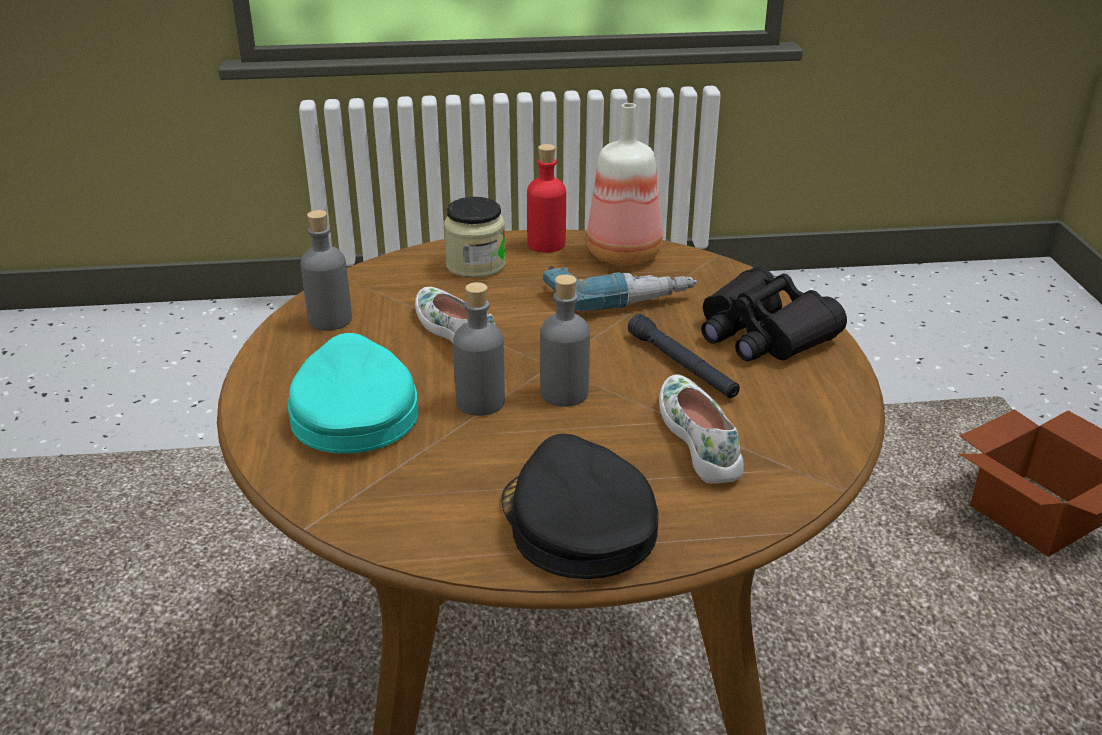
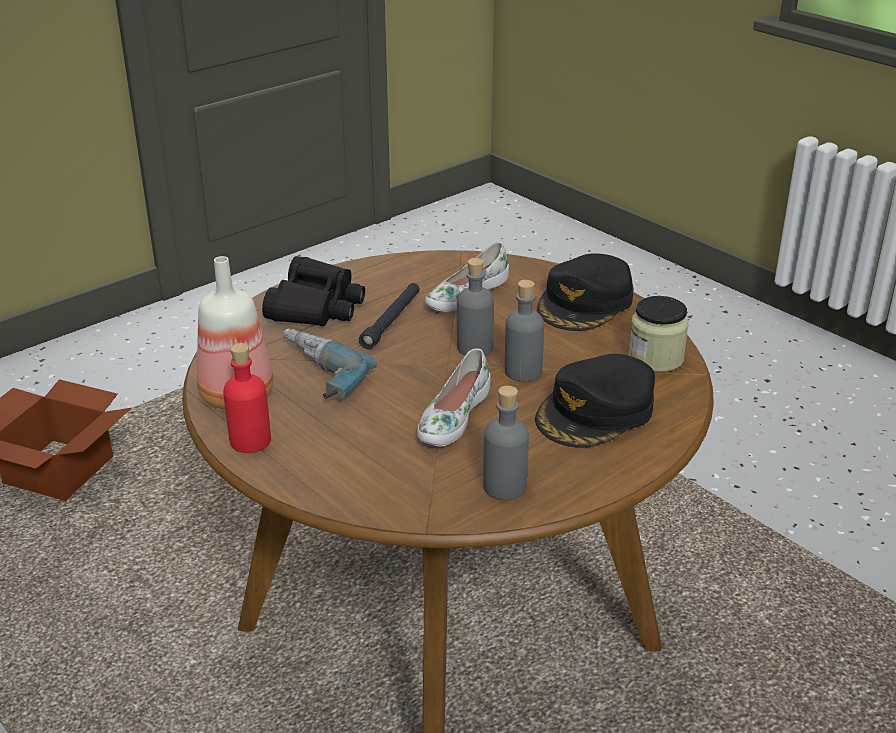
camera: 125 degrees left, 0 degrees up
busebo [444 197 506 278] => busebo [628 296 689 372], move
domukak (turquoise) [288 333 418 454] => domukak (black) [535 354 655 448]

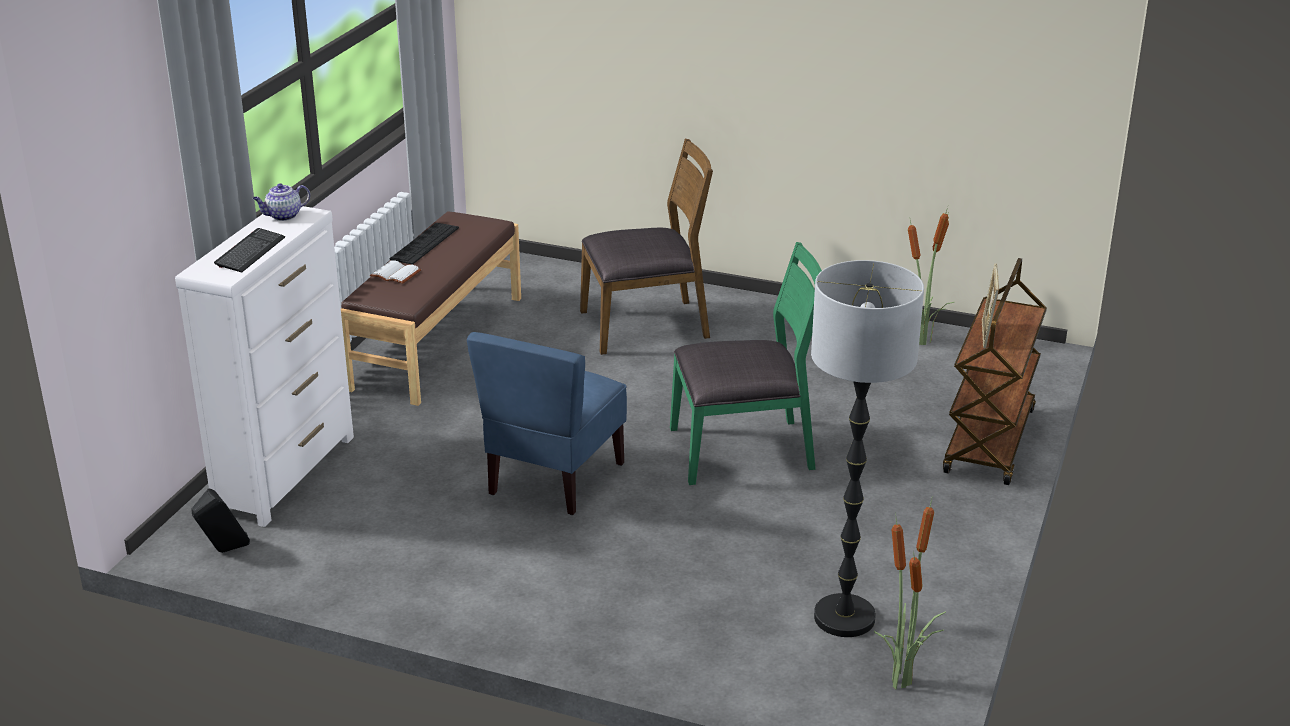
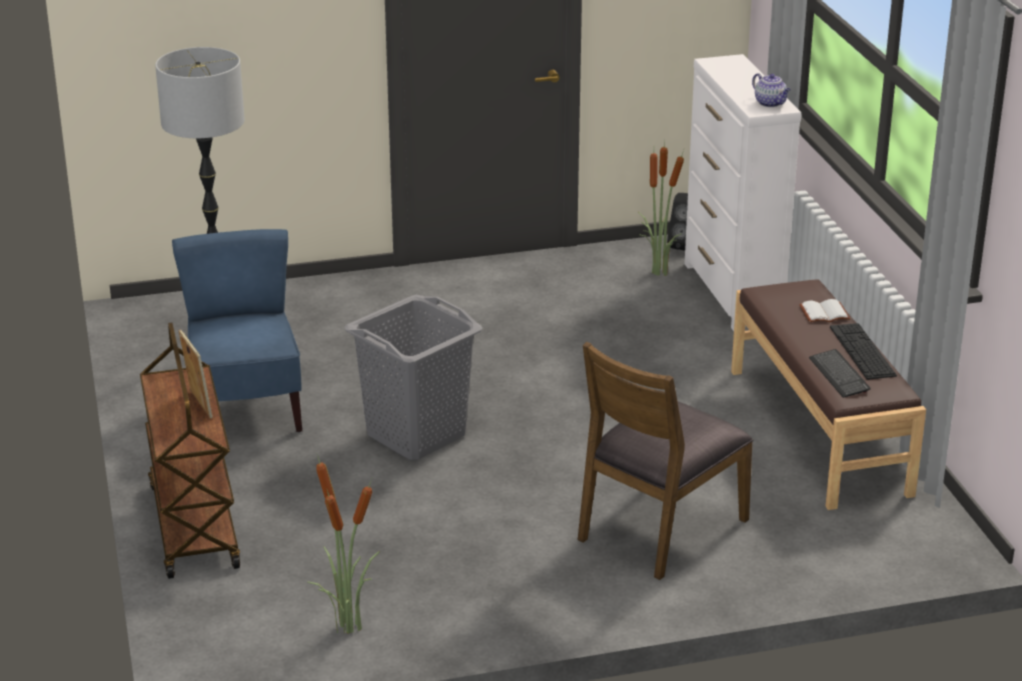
camera: 145 degrees right, 0 degrees up
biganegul [253 183 310 221] => biganegul [752 73 791 107], 120 degrees clockwise
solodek [214 228 285 272] => solodek [809 349 871 398], move
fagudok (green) [670 242 822 485] => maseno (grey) [344 295 483 461]
fagudok (blue) [467 332 627 515] => fagudok (blue) [172 229 302 432], move
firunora [874 495 946 689] => firunora [638 140 684 276], move

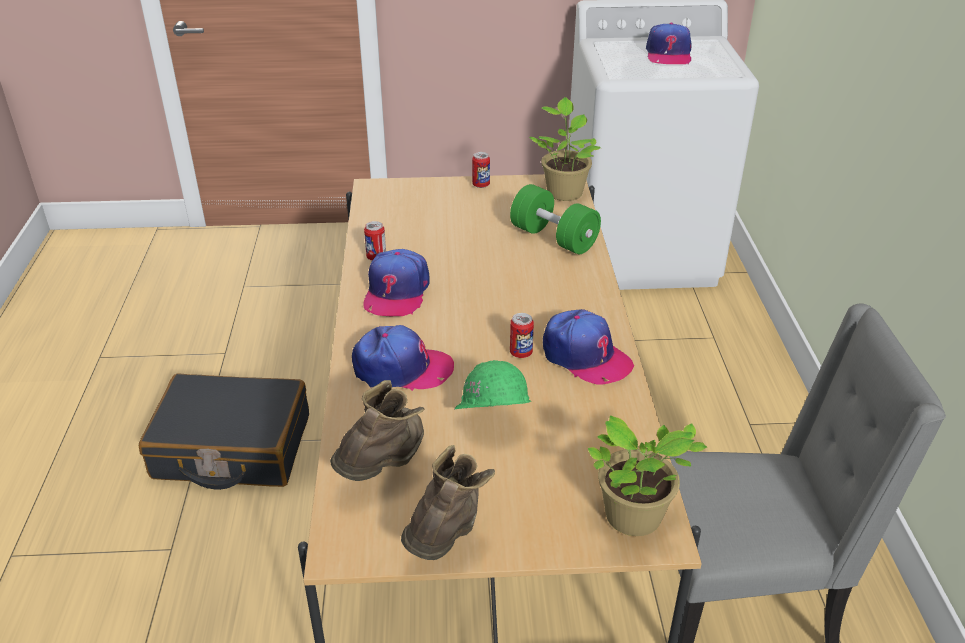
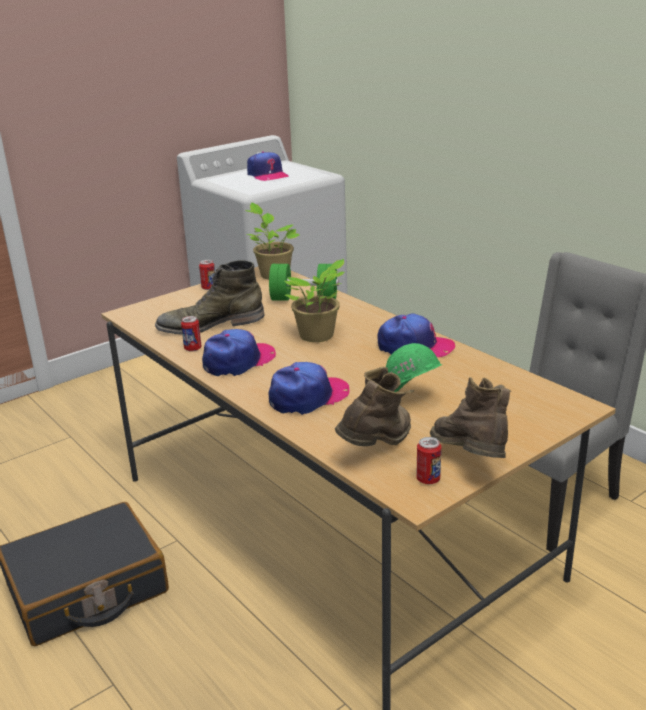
camera: 35 degrees left, 10 degrees down
domukak [363 249 429 317] => domukak [202 329 276 376], 105 degrees counterclockwise
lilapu [510 313 534 358] => lilapu [416 437 441 484], move
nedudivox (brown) [330 380 424 481] => nedudivox (brown) [335 367 414 446], 45 degrees clockwise
firunora [588 415 707 536] => firunora [285 259 344 342], move
nothing => nedudivox (green) [155 260 265 335]

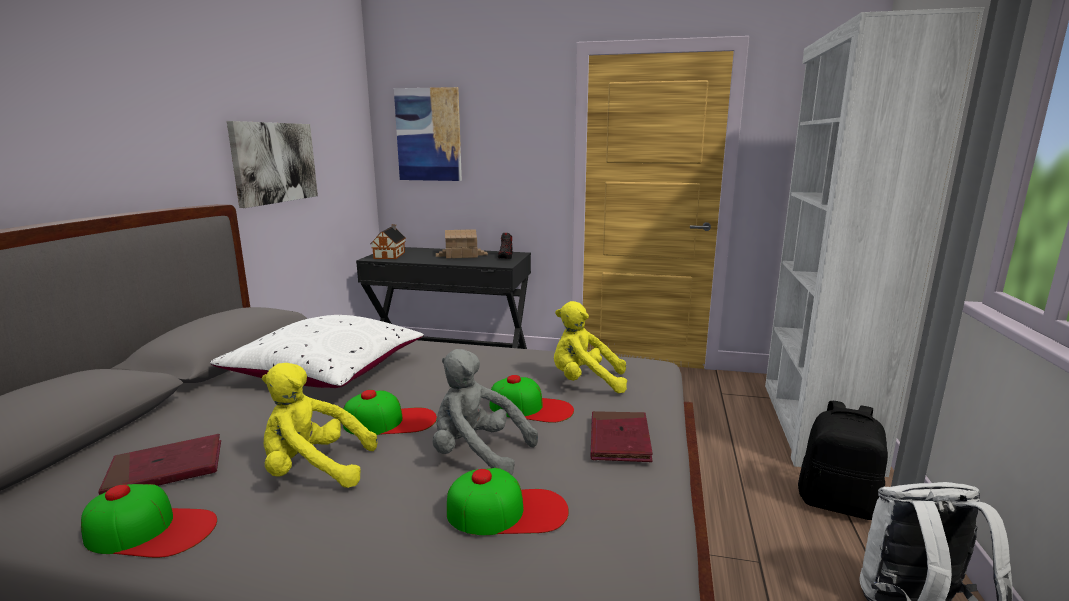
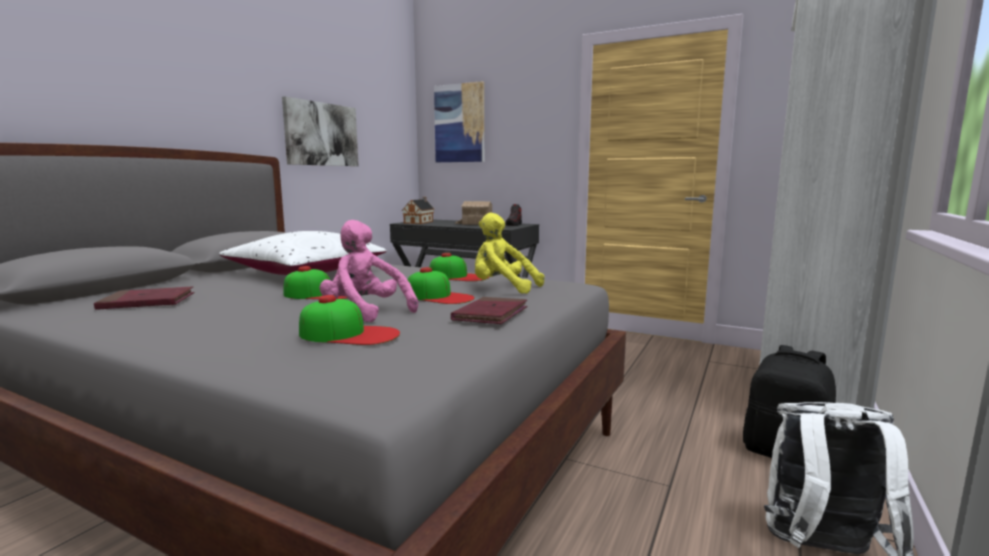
camera: 15 degrees right, 5 degrees down
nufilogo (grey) [433 349 538 475] => nufilogo (pink) [320 220 418 322]
nufilogo (yellow) [262 363 377 488] => nothing
domukak [81 484 217 558] => domukak [430 253 489 281], move

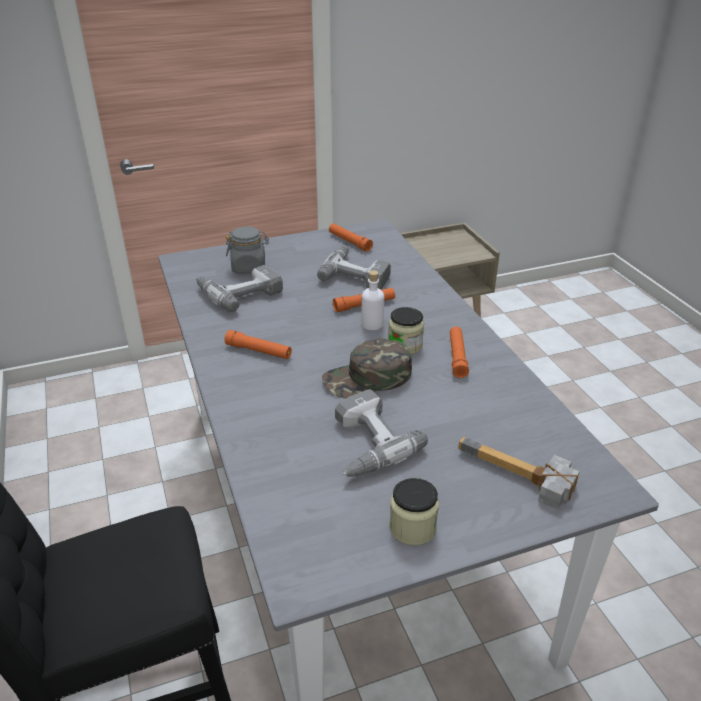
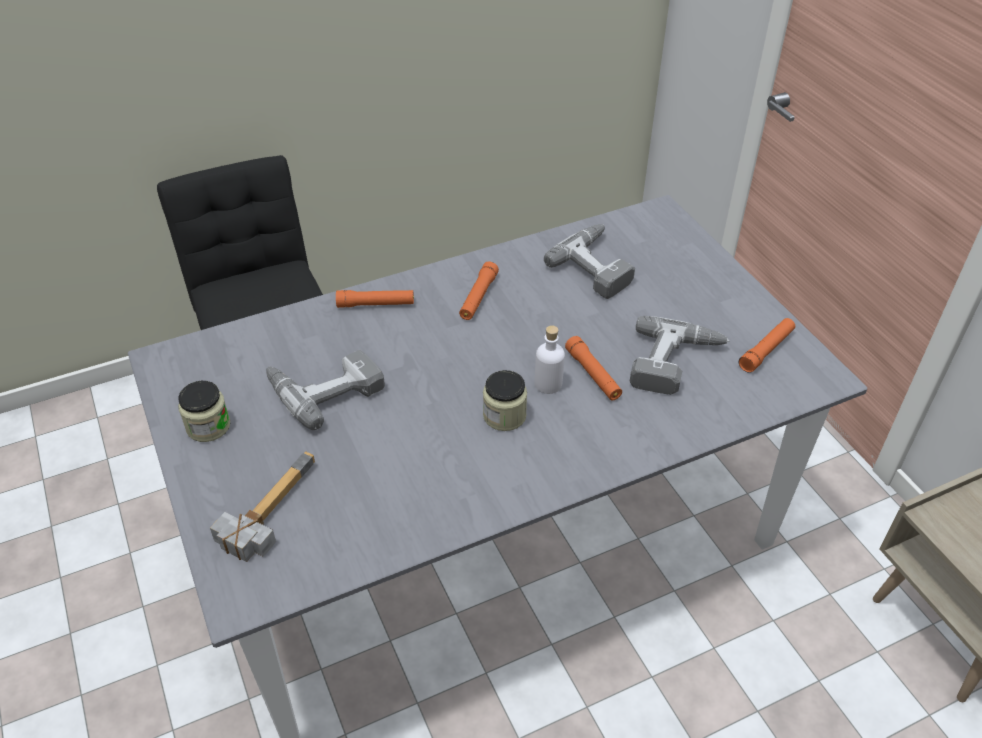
camera: 85 degrees right, 10 degrees up
busebo (grey) [226 226 269 273] => nothing
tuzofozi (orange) [450 327 469 378] => tuzofozi (orange) [336 290 414 308], move
domukak (green) [322 338 412 398] => nothing

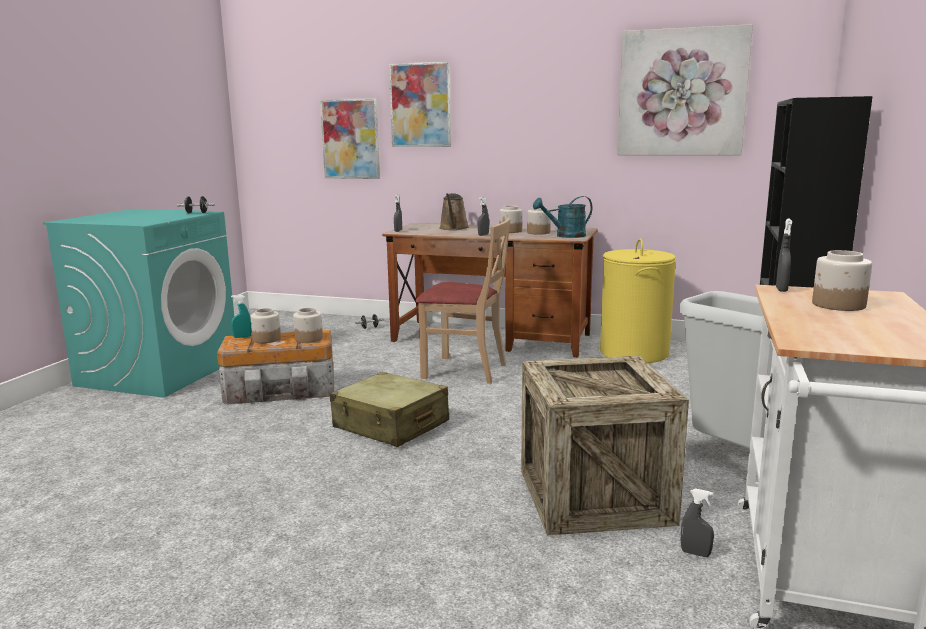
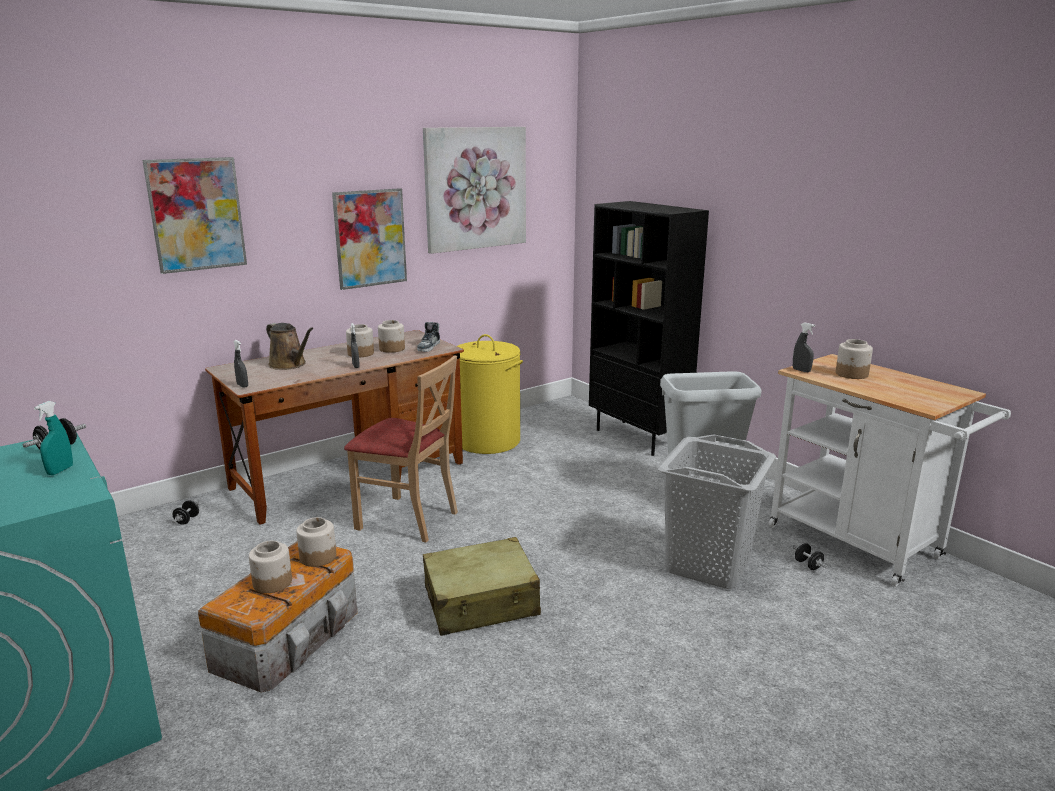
camera: 55 degrees left, 5 degrees up
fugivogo [320 98 380 179] => fugivogo [332 188 407 290], move
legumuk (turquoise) [533 196 593 238] => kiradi [417 322 440 352]
fagudok (beige) [416 218 511 384] => fagudok (beige) [344 355 458 542], 60 degrees clockwise
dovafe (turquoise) [231 295 252 338] => dovafe (turquoise) [34 401 73 475], move
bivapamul [521 356 689 536] => maseno (grey) [657 434 776 589]
dovafe (grey) [681 488 714 557] => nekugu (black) [792 543 828 570]

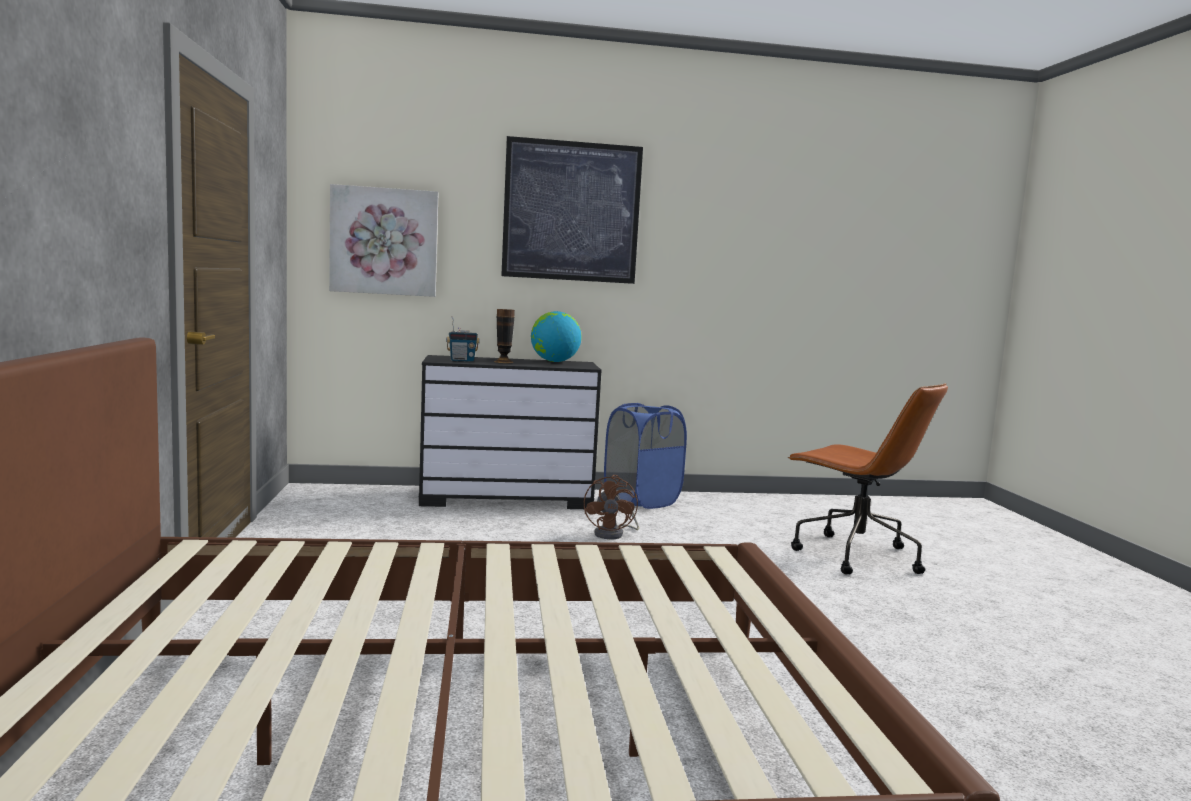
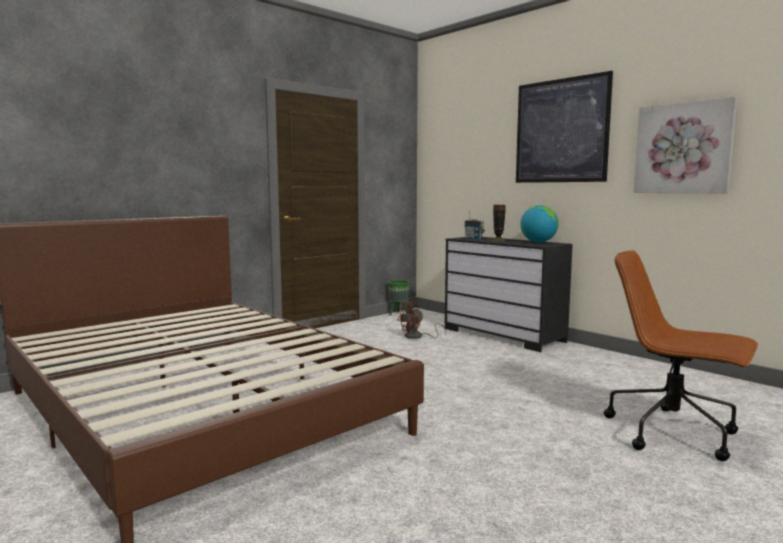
camera: 55 degrees right, 0 degrees up
fugivogo [329 184 439 297] => fugivogo [634 97 737 193], move
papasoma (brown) [788 383 948 575] => papasoma (brown) [604 250 758 461], 120 degrees clockwise
maseno (blue) [604 403 687 509] => nothing
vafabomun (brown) [584 475 639 539] => vafabomun (brown) [398 299 446 339], move
nothing => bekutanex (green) [388 280 410 315]

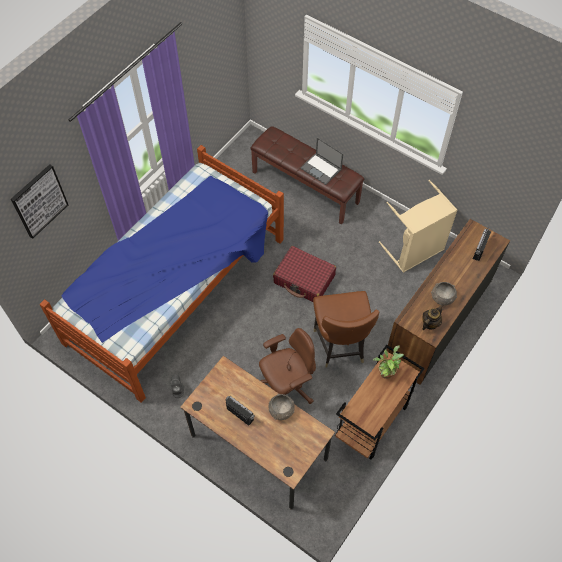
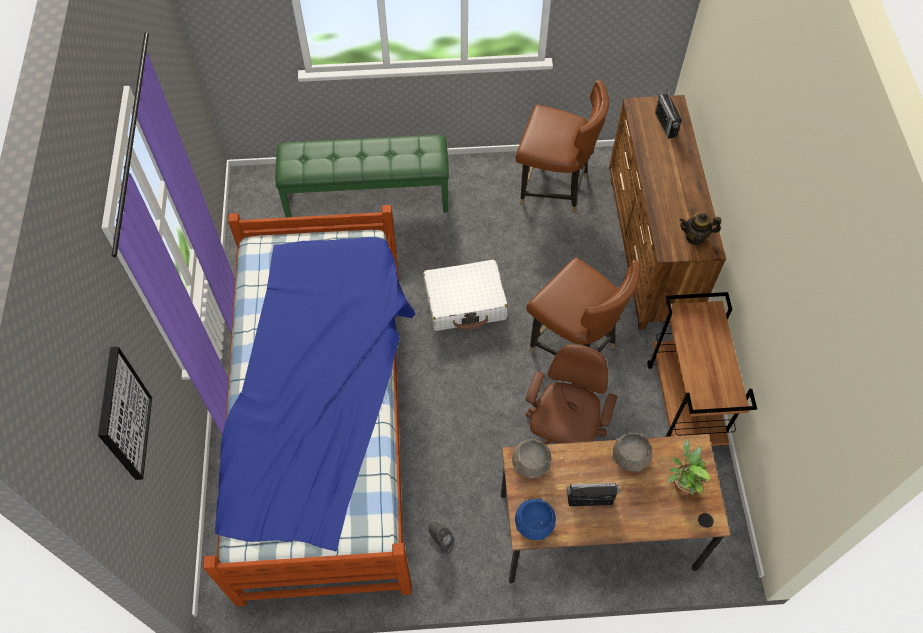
camera: 40 degrees left, 0 degrees up
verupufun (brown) [250 126 364 224] => verupufun (green) [275 135 449 217]
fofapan [300 138 343 185] => nothing
maseno (beige) [379 180 457 273] => fagudok (brown) [516 80 609 214]
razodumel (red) [273 246 336 302] => razodumel (white) [423 260 508 331]
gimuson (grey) [431 282 457 306] => gimuson (grey) [512 438 551 478], move
biganegul [422 304 443 330] => biganegul [679 212 721 245], 90 degrees counterclockwise
firunora [373 346 404 379] => firunora [667 439 711 495], move
nothing => gimuson (blue) [515 498 556 540]

